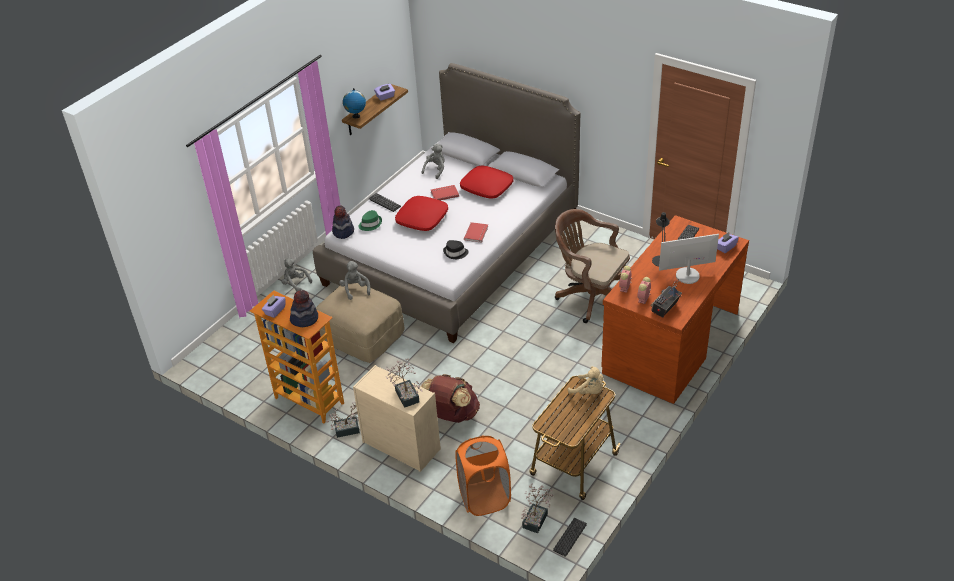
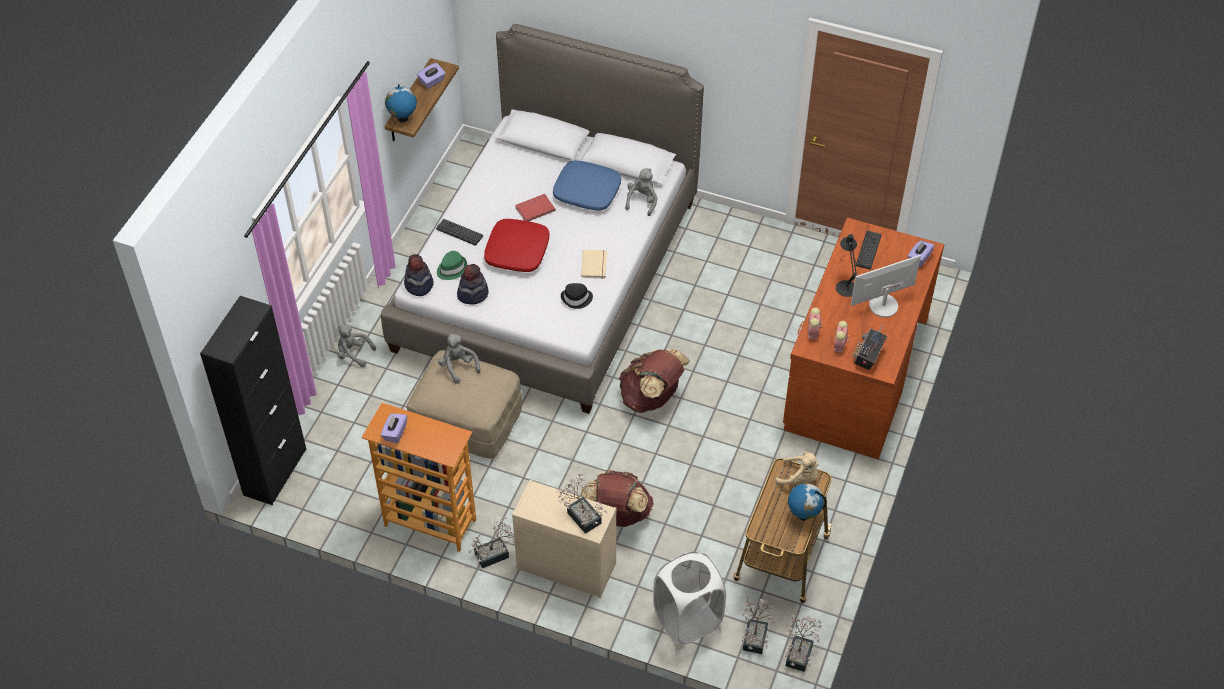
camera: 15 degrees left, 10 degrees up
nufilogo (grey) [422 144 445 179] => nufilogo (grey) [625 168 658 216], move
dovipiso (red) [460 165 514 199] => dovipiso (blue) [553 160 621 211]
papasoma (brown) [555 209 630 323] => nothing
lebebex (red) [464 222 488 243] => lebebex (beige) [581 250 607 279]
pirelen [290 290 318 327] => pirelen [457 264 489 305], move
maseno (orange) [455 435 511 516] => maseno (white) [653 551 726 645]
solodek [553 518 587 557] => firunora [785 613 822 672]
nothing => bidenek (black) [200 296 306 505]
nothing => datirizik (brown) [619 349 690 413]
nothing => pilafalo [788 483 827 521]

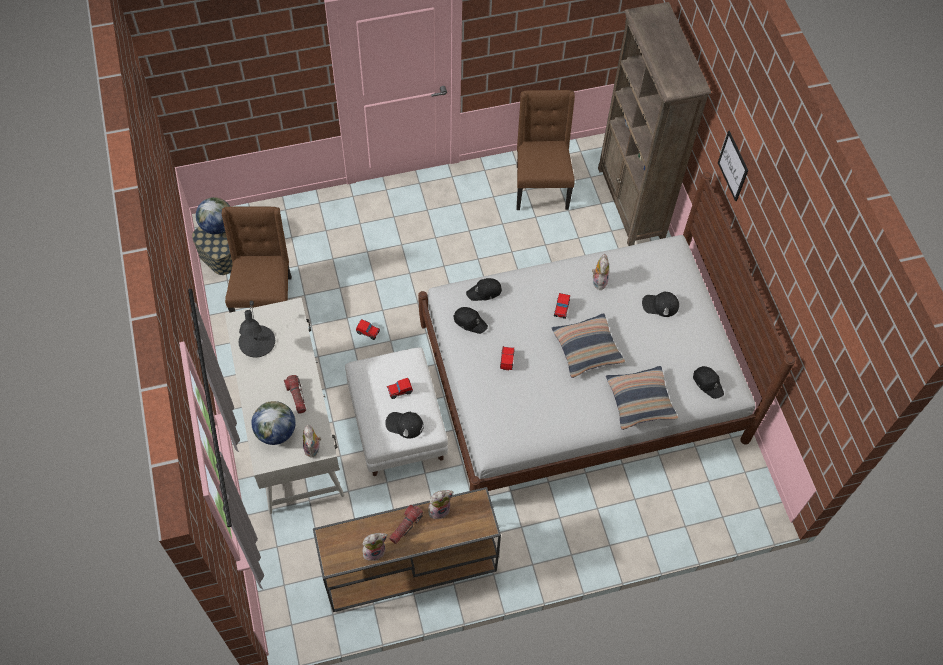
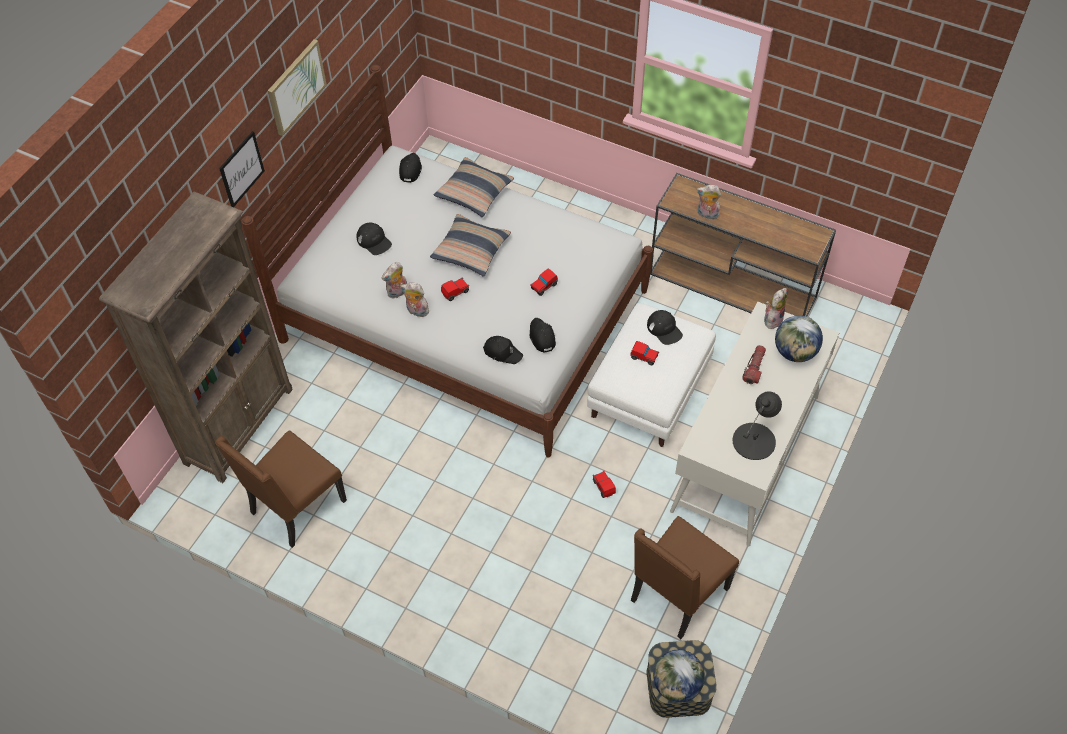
camera: 135 degrees left, 5 degrees down
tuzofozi [389 505 423 544] => nothing
nufilogo [363 533 387 561] => nufilogo [400 283 429 317], move
nothing => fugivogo [268 39 327 136]

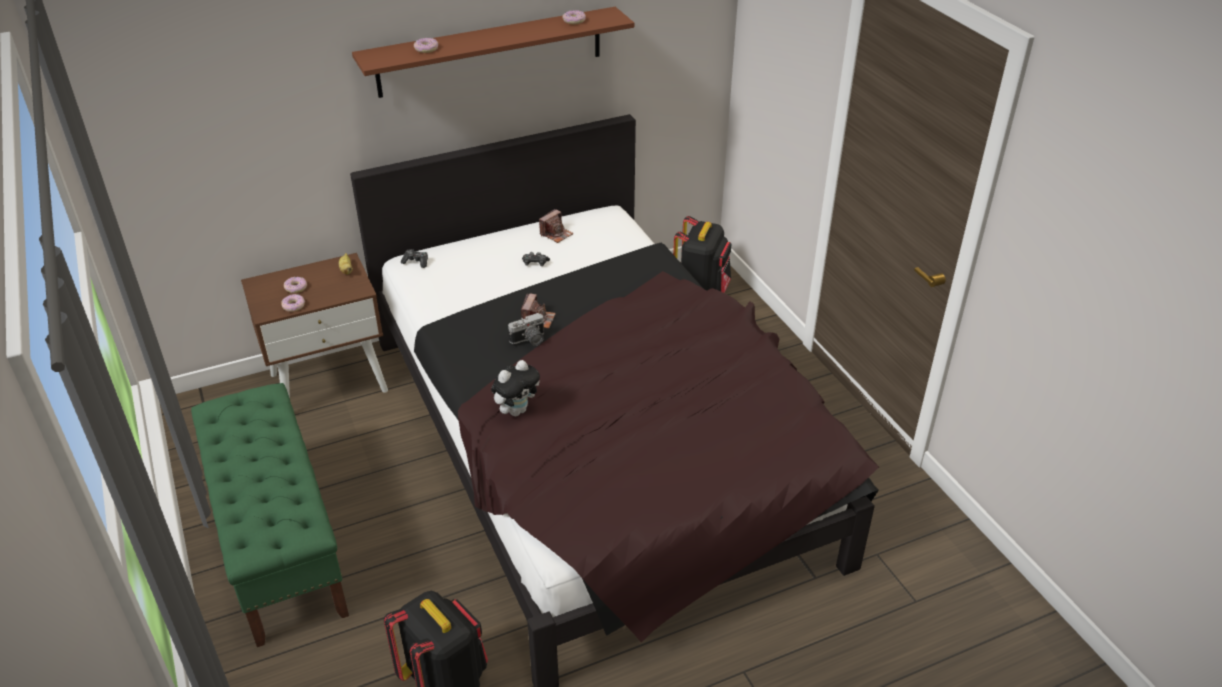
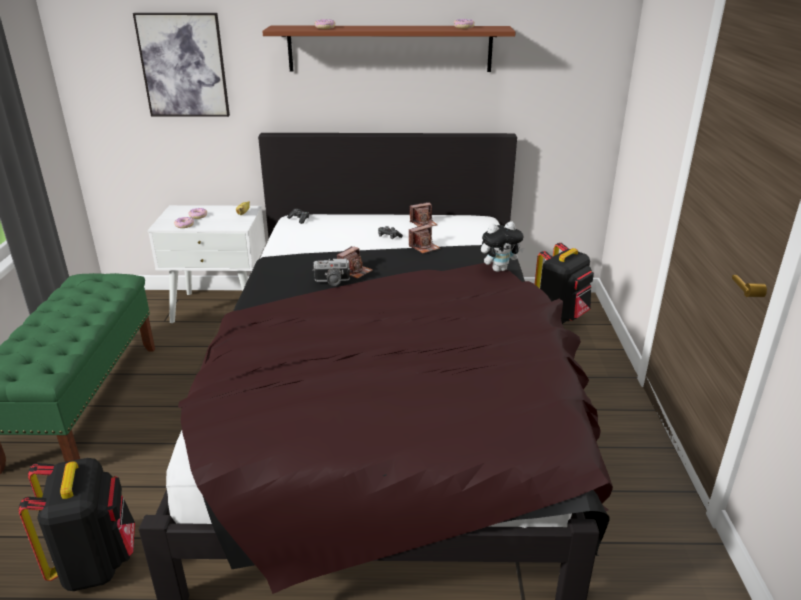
camera: 25 degrees right, 10 degrees down
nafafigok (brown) [241 253 388 398] => nafafigok (white) [148 205 266 323]
nufilogo [491 360 540 416] => nufilogo [481 221 524 272], move
nothing => fugivogo [133 13 230 117]
nothing => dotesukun [409 224 440 253]

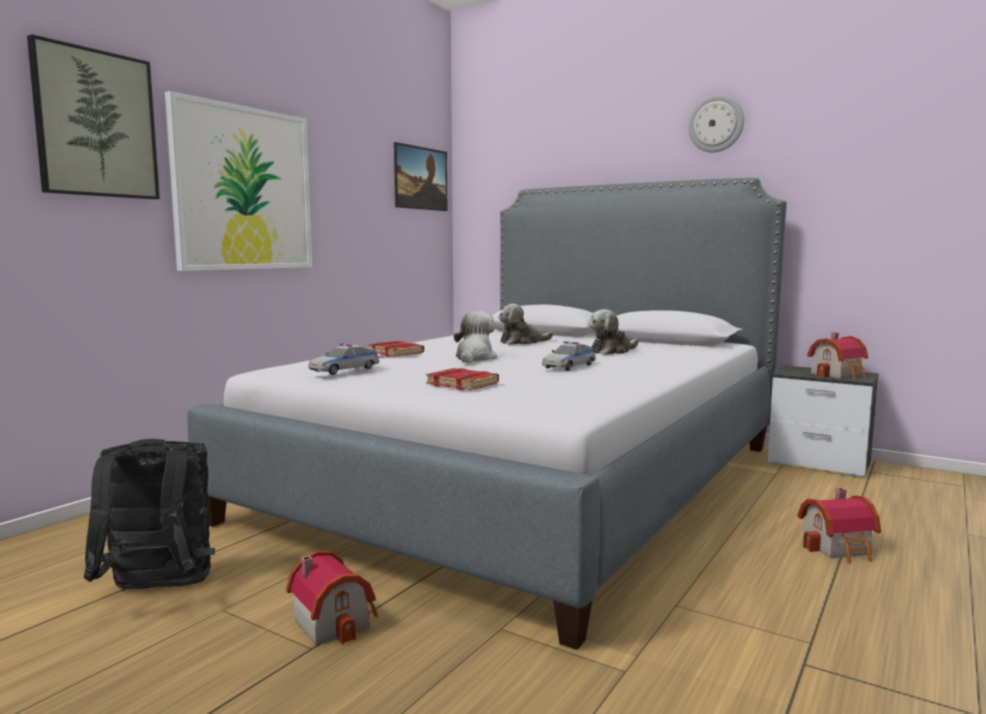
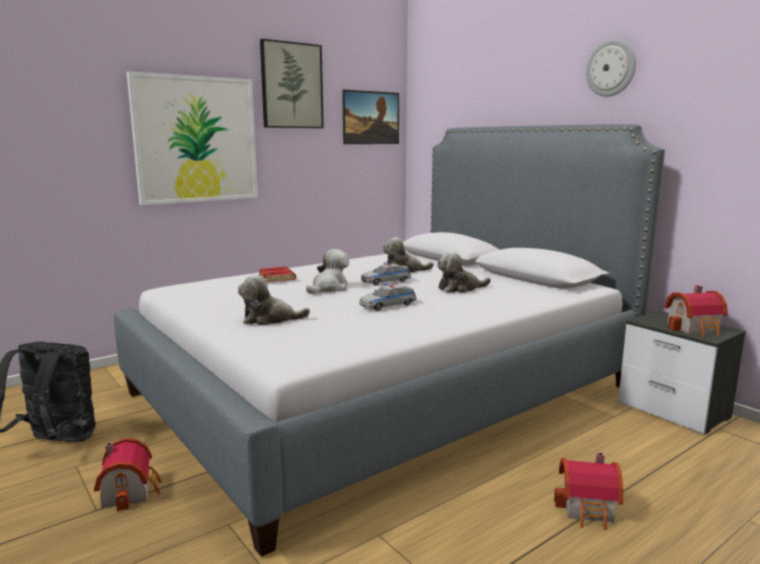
camera: 20 degrees right, 5 degrees up
fugivogo [27 34 160 199] => fugivogo [260 39 324 128], move
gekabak [308 343 380 375] => gekabak [361 263 411 285], move
lebebex (red) [426 368 499 390] => nufilogo [238 274 310 325]

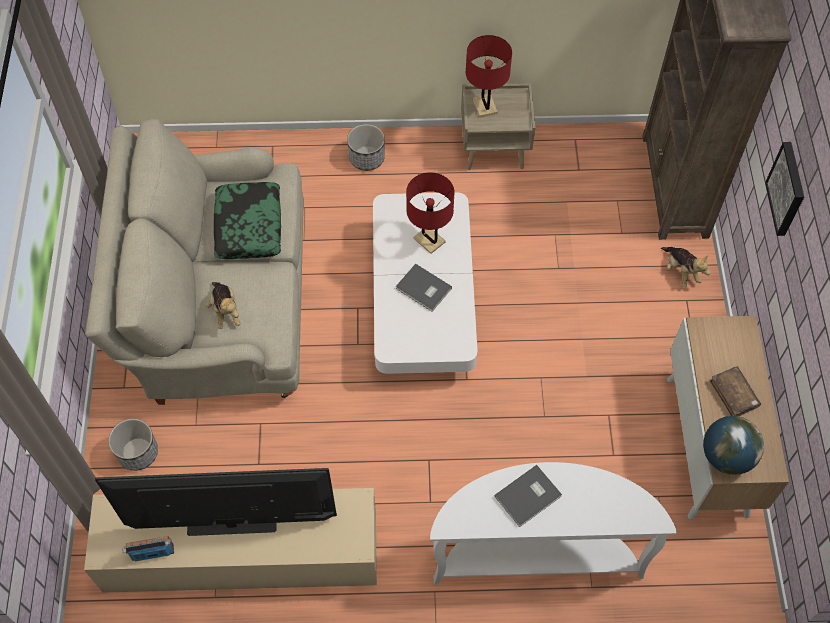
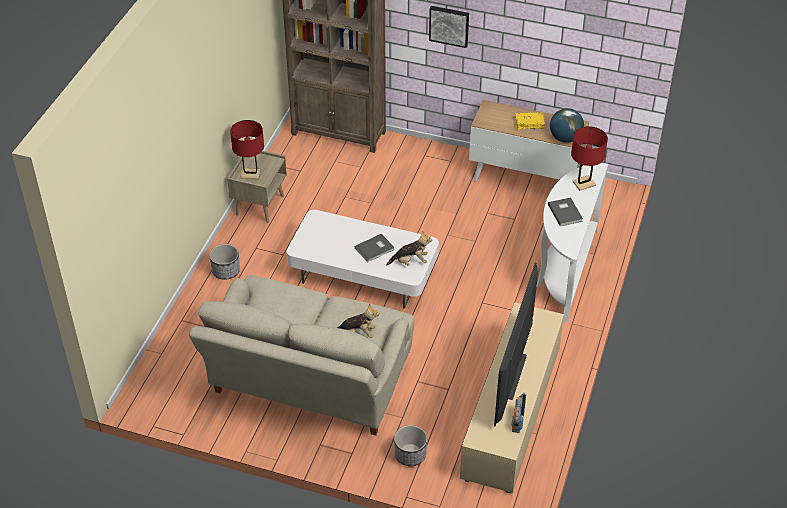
camera: 70 degrees left, 15 degrees down
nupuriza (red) [406 173 455 254] => nupuriza (red) [571 126 608 191], move
dovipiso [214 182 281 259] => nothing
nufilogo [661 247 710 287] => nufilogo [386 231 432 266], move
lebebex (brown) [710 366 761 416] => lebebex (yellow) [515 112 545 130]

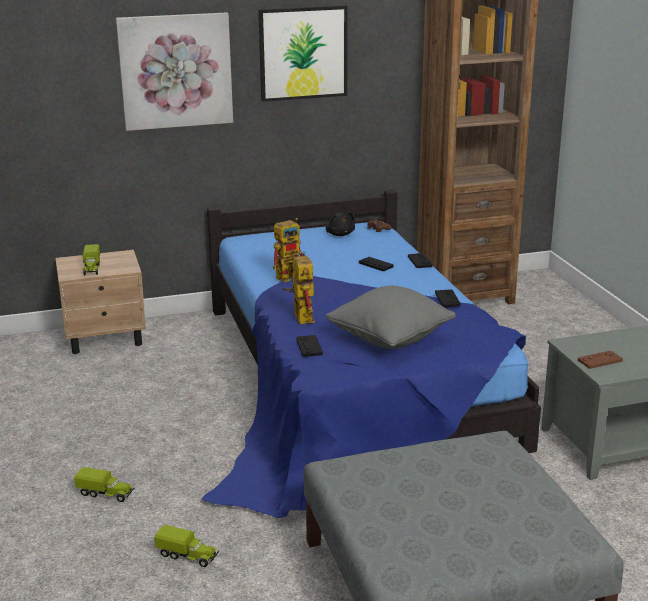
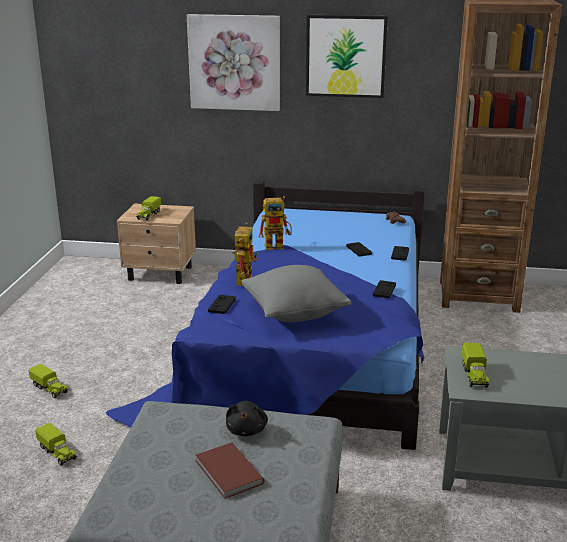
camera: 25 degrees right, 0 degrees up
nufilogo (black) [326 213 355 236] => nufilogo (black) [226 401 268 436], move
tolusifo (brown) [578 351 623 369] => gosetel [462 343 489 388]
nothing => lebebex (brown) [195 442 265 499]

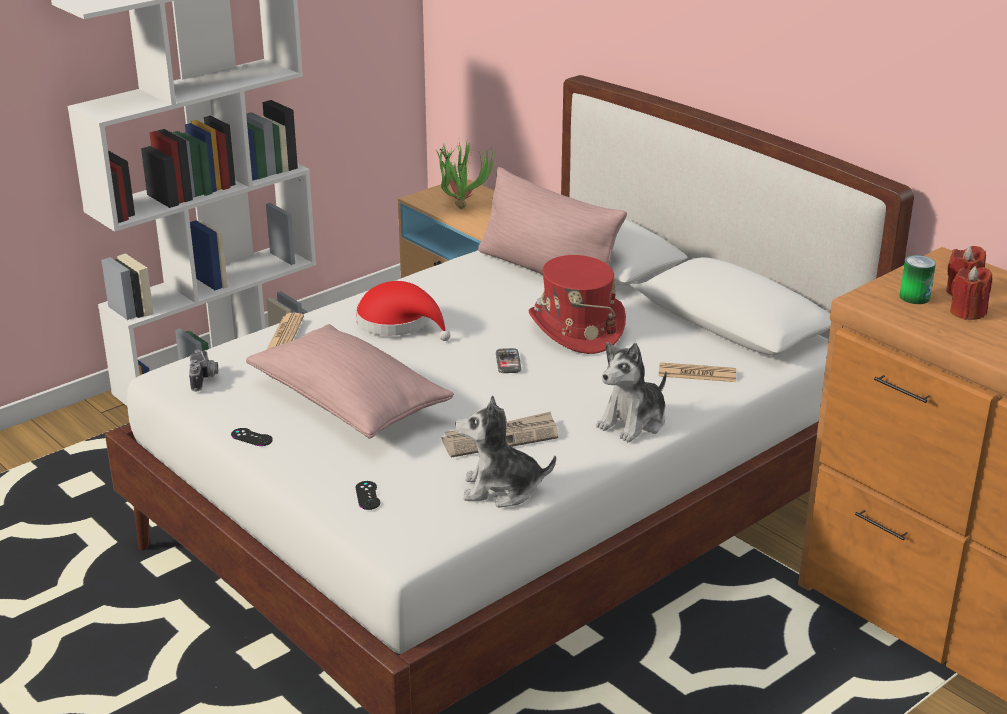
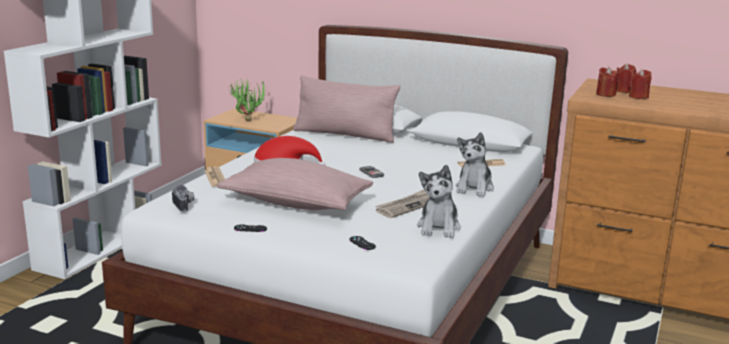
camera: 25 degrees left, 10 degrees down
pirelen (red) [529 255 626 354] => nothing
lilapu [899 255 936 304] => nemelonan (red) [596 67 619 97]
nufilogo [455 395 556 507] => nufilogo [417 165 461 238], 60 degrees counterclockwise

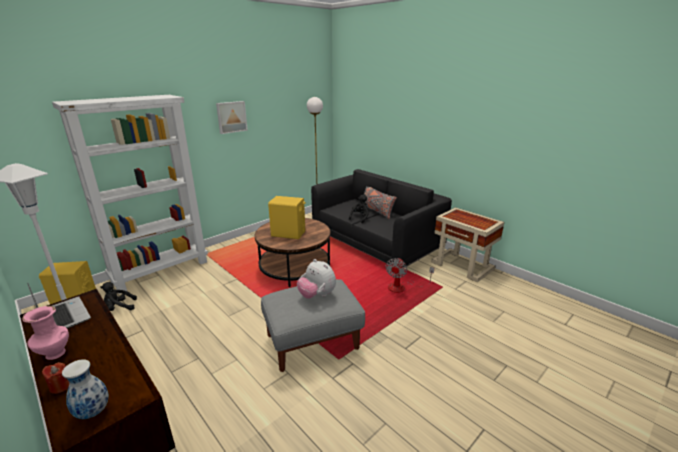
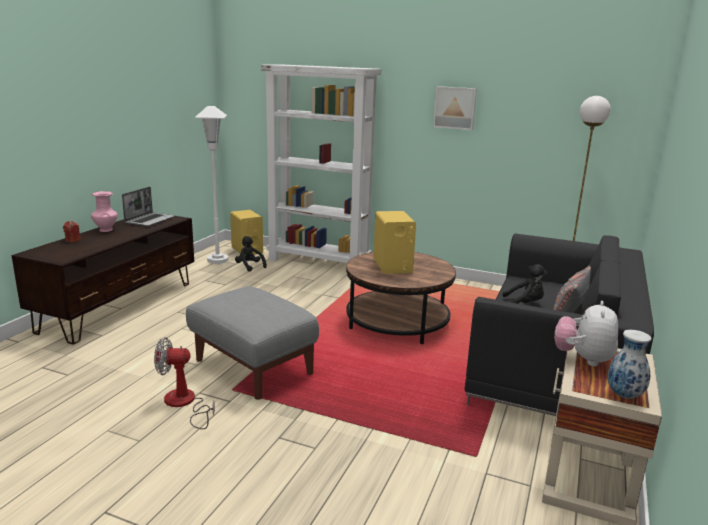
camera: 65 degrees right, 5 degrees down
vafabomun [386 258 434 293] => vafabomun [154 337 215 429], move
nufilogo [297 259 336 299] => nufilogo [554 301 618 367], move
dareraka [62 359 109 419] => dareraka [607 330 652 399], move

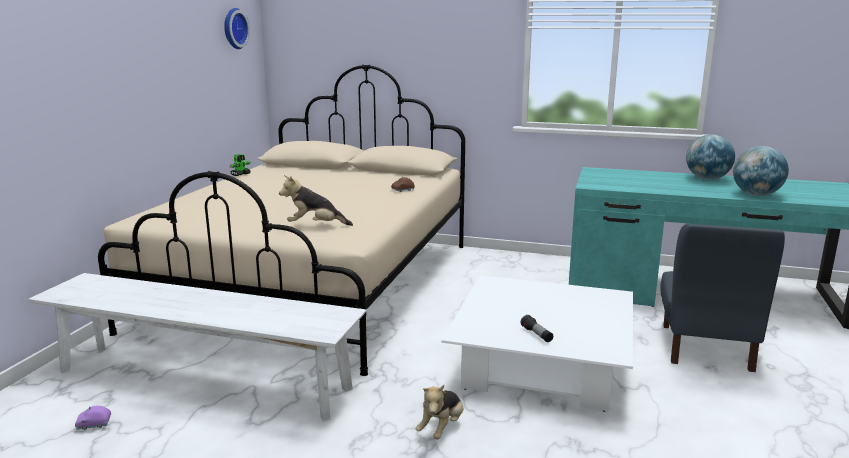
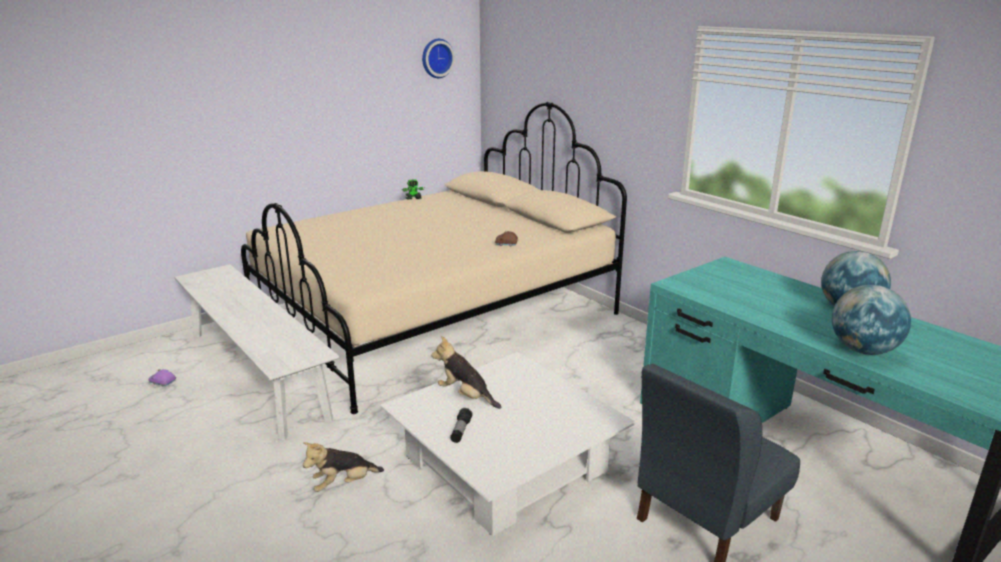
camera: 35 degrees right, 5 degrees up
nufilogo [279 175 353 226] => nufilogo [432 336 501 409], move

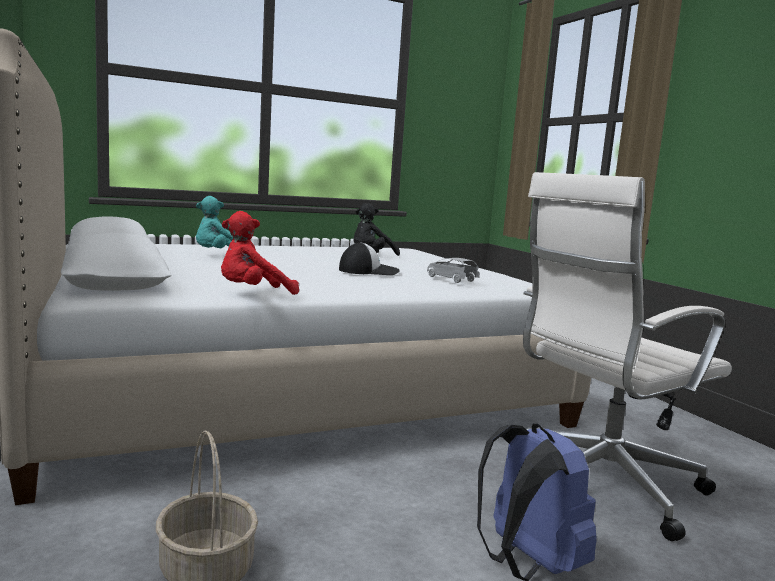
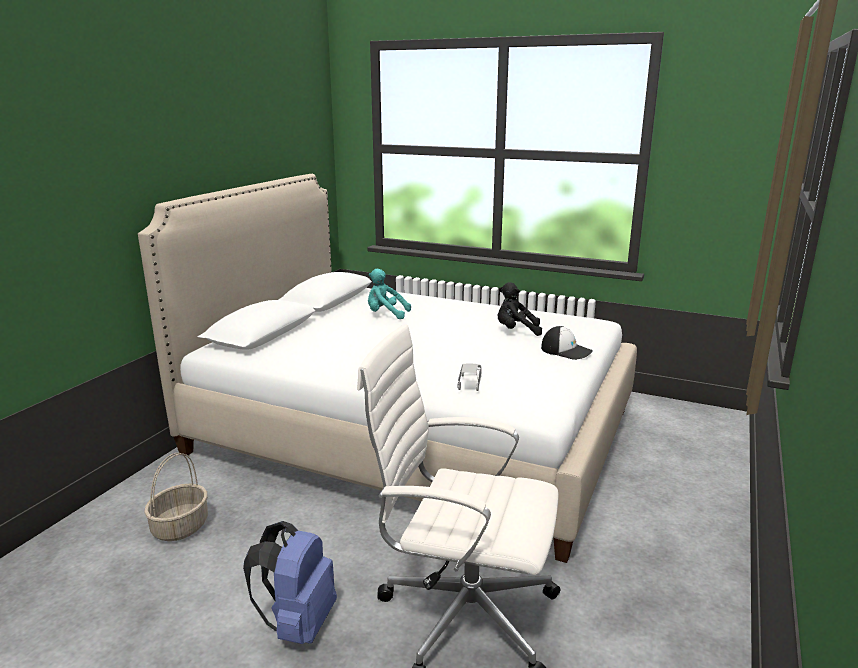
camera: 50 degrees right, 10 degrees up
nufilogo (red) [221 211 299 295] => nothing
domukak [339 242 400 275] => domukak [541 326 593 360], move

